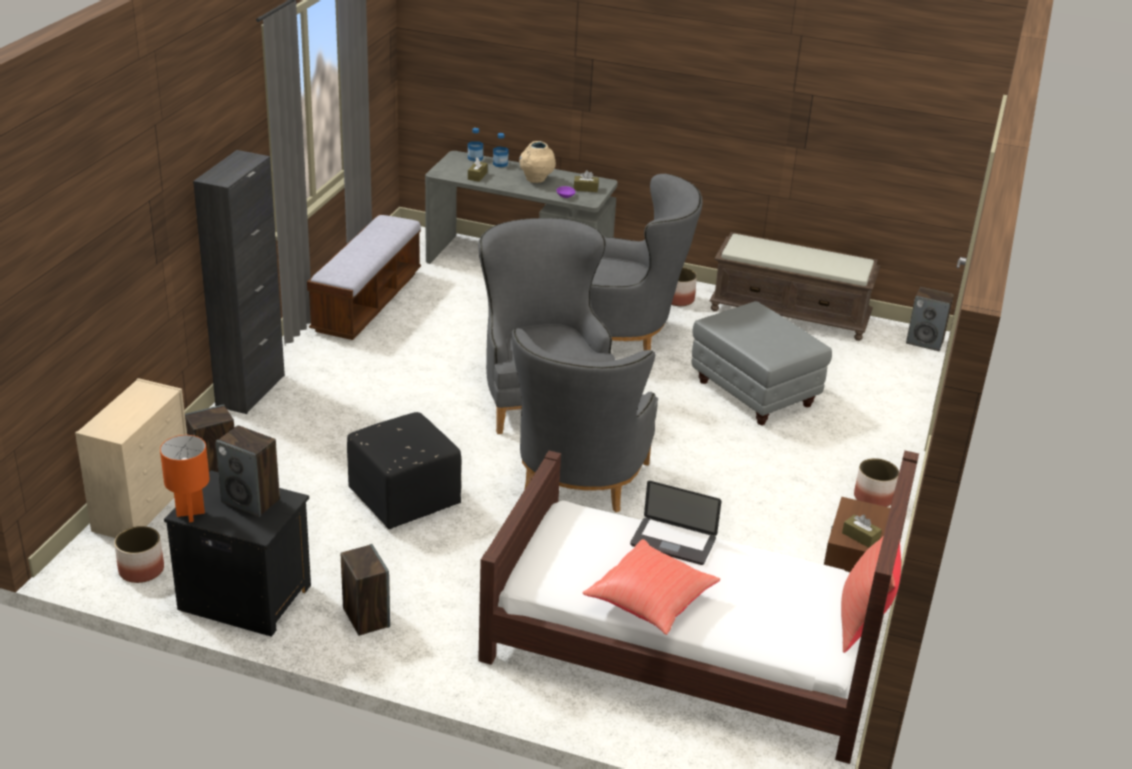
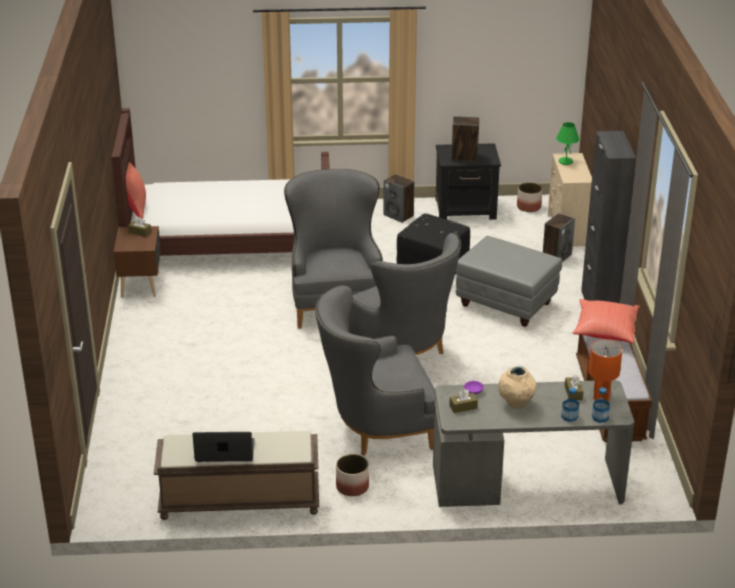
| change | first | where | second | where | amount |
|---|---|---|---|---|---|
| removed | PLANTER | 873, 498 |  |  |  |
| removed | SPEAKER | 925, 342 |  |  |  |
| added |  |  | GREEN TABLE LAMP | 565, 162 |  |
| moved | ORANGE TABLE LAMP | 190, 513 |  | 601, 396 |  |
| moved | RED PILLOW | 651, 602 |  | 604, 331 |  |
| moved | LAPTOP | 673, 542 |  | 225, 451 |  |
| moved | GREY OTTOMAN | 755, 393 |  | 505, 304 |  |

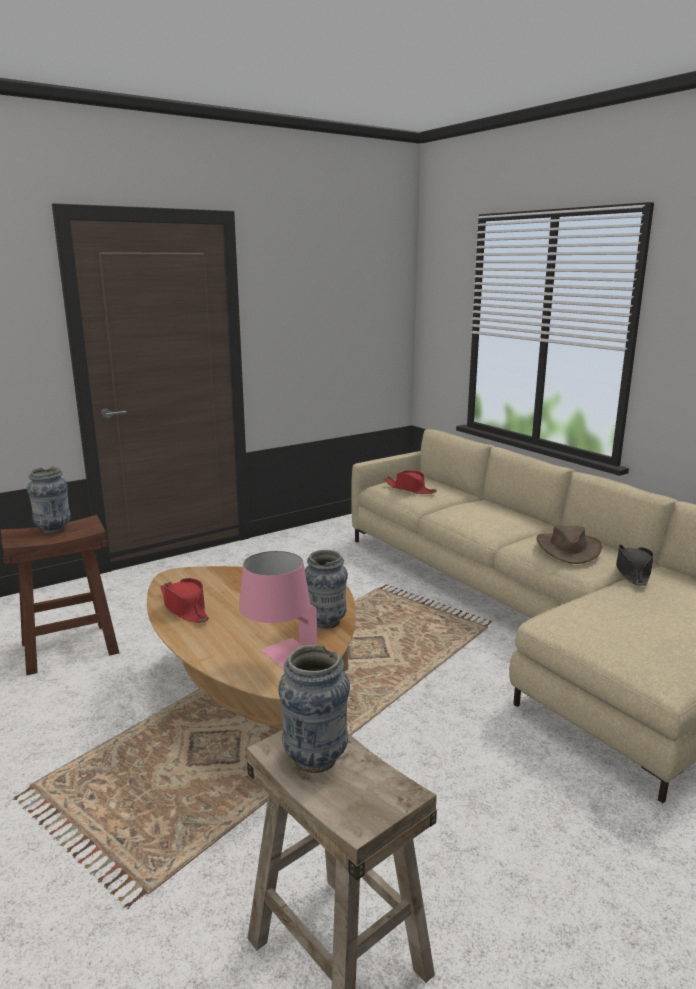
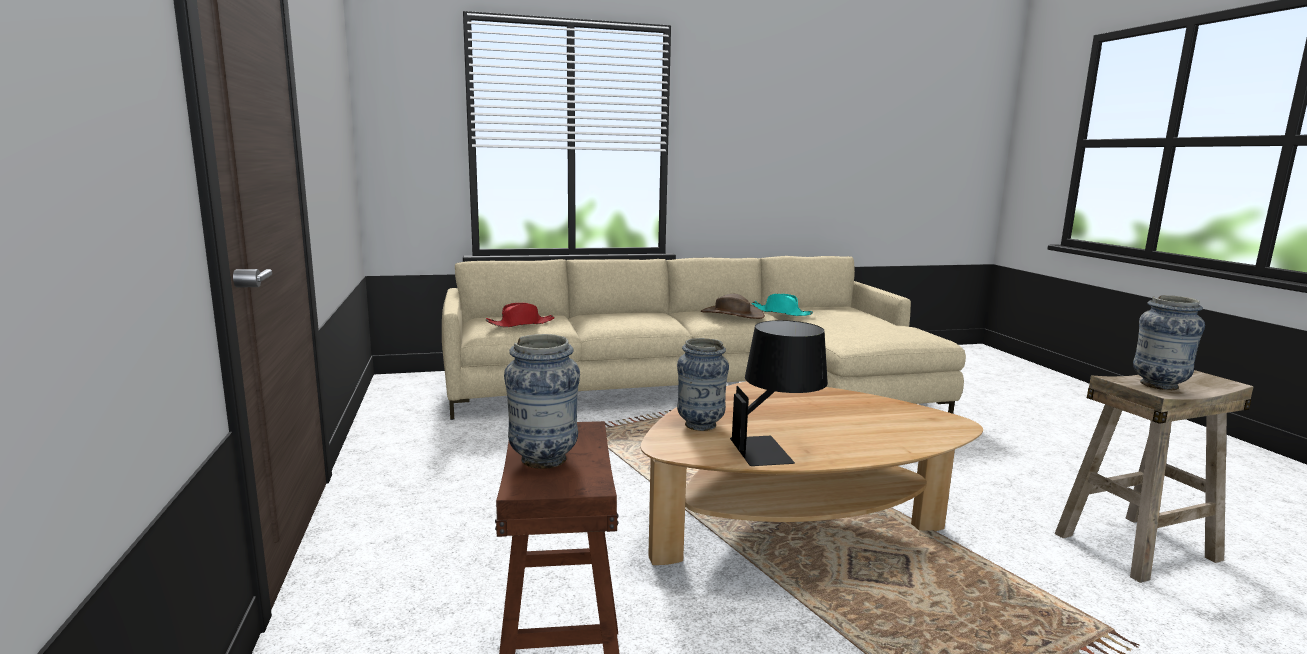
| change | first | where | second | where | amount |
|---|---|---|---|---|---|
| removed | PINK TABLE LAMP | 281, 660 |  |  |  |
| moved | VASE | 326, 623 |  | 700, 425 |  |
| replaced | RED HAT | 184, 608 | BLACK TABLE LAMP | 775, 449 |  |
| recoloured | BLACK HAT | 632, 571 | TURQUOISE HAT | 781, 312 |  |

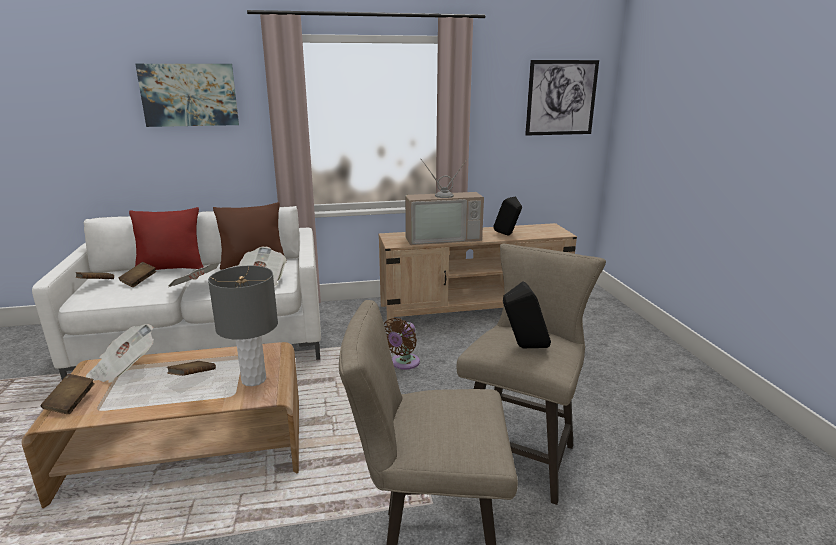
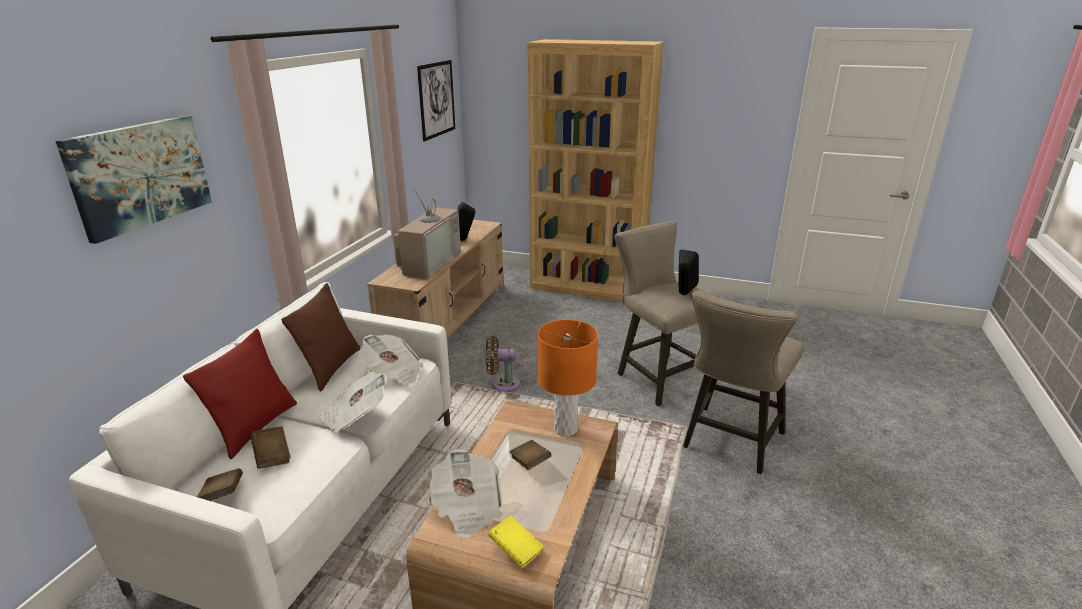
| change | first | where | second | where | amount |
|---|---|---|---|---|---|
| added |  |  | BROWN BOOKCASE | 587, 287 |  |
| recoloured | BROWN BOOK | 71, 403 | YELLOW BOOK | 516, 551 |  |
| recoloured | GREY TABLE LAMP | 253, 380 | ORANGE TABLE LAMP | 565, 429 |  |
| turned | BROWN FAN | 403, 363 |  | 502, 384 | 120 degrees clockwise |

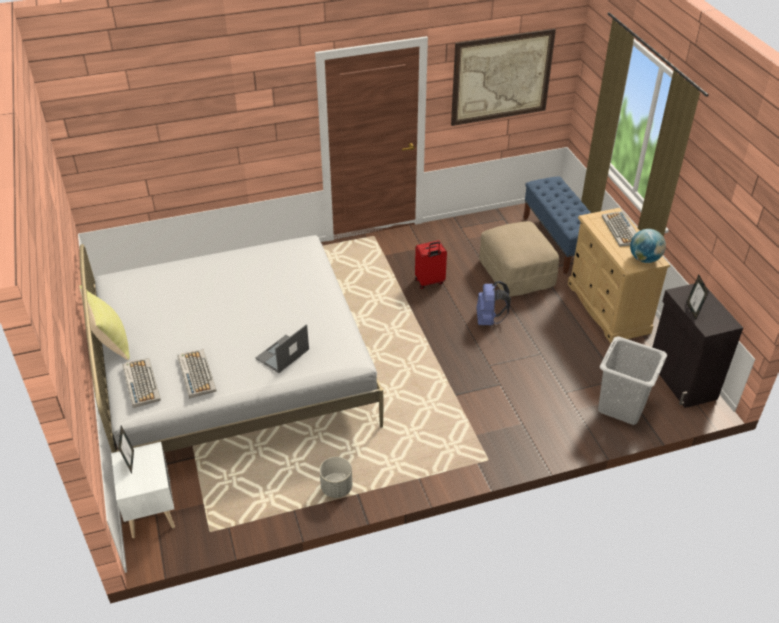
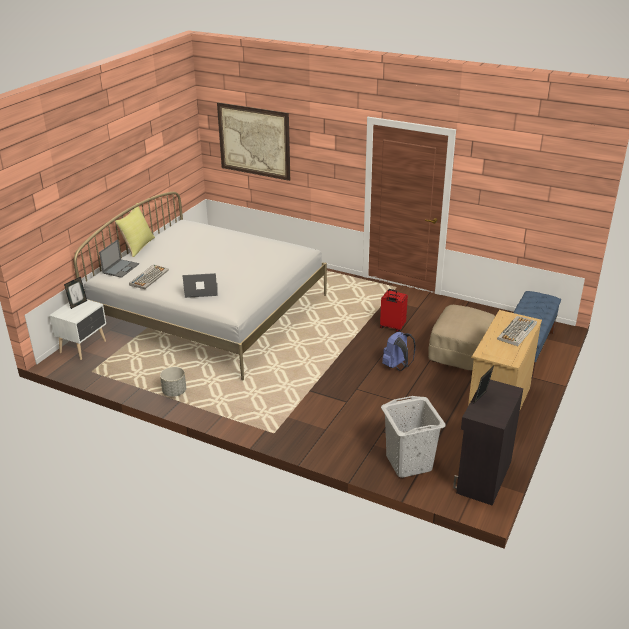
| change | first | where | second | where | amount |
|---|---|---|---|---|---|
| removed | GLOBE | 644, 259 |  |  |  |
| moved | PICTURE | 501, 77 |  | 254, 141 |  |
| replaced | KEYBOARD | 140, 383 | LAPTOP | 121, 268 |  |

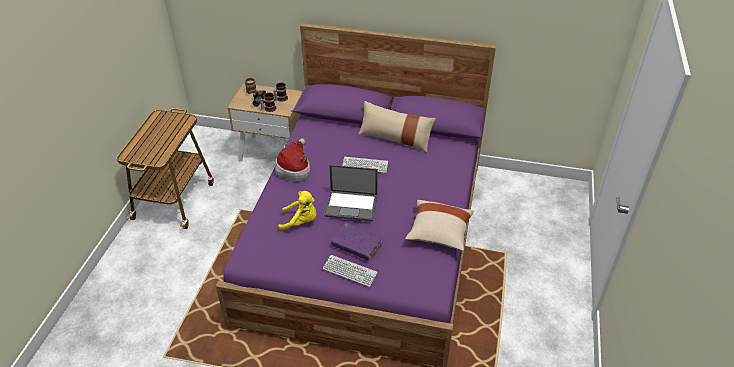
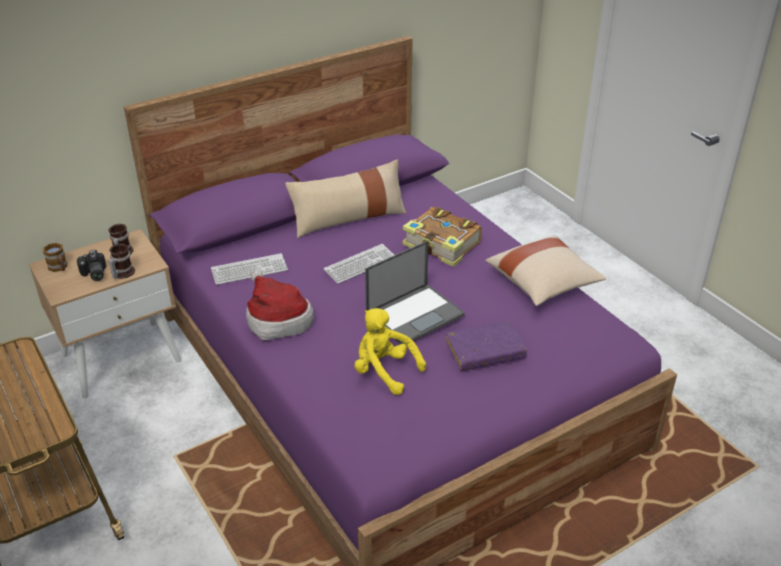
| change | first | where | second | where | amount |
|---|---|---|---|---|---|
| added |  |  | BOOK | 442, 245 |  |
| moved | KEYBOARD | 350, 271 |  | 249, 270 |  |
| turned | YELLOW PLUSH TOY | 301, 222 |  | 384, 371 | 105 degrees counterclockwise |

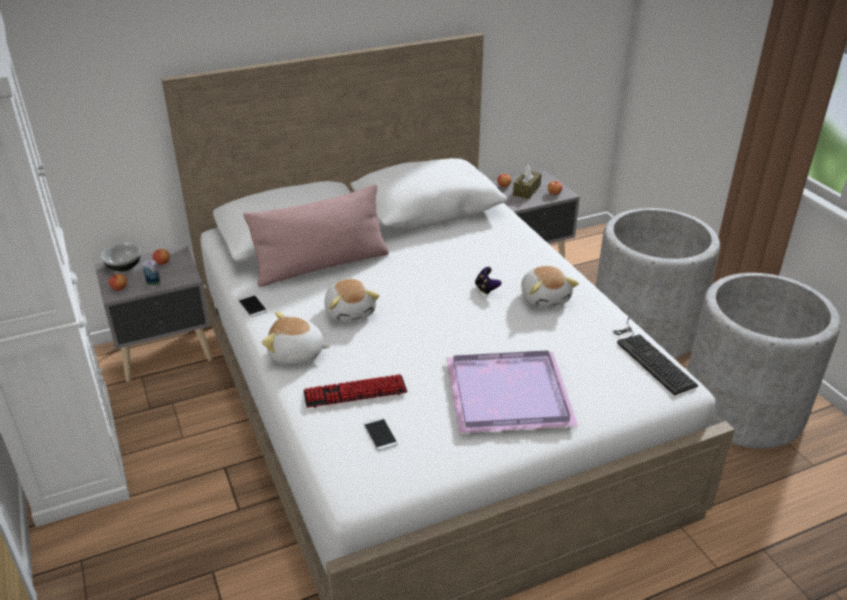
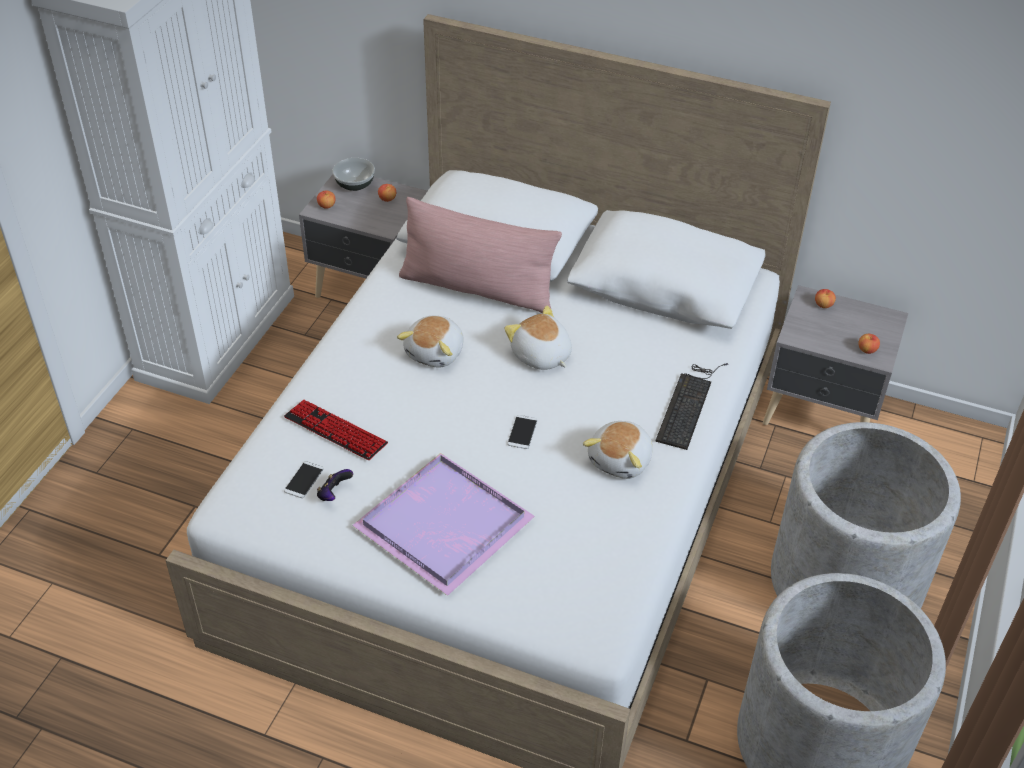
| change | first | where | second | where | amount |
|---|---|---|---|---|---|
| removed | CAN | 154, 284 |  |  |  |
| removed | BROWN TISSUE BOX | 526, 190 |  |  |  |
| moved | PHONE | 252, 306 |  | 522, 432 |  |
| moved | PLUSH TOY | 296, 354 |  | 541, 356 |  |
| moved | GAME CONTROLLER | 486, 289 |  | 334, 494 |  |
| moved | KEYBOARD | 649, 357 |  | 689, 403 |  |

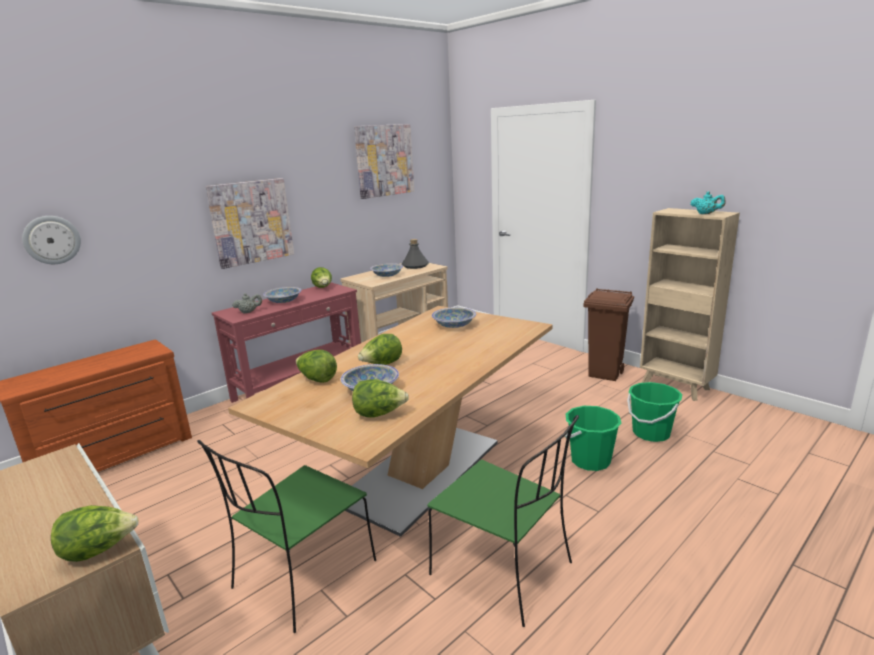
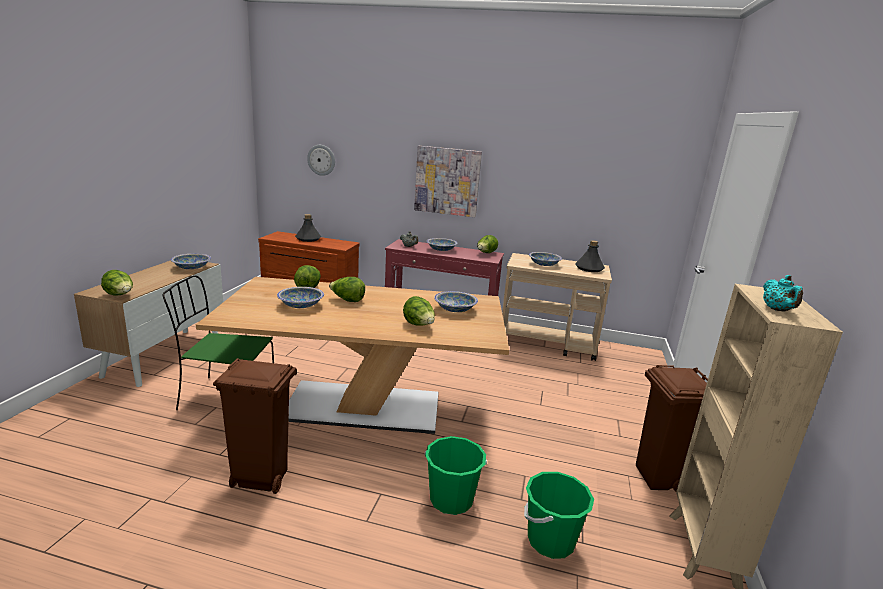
| change | first | where | second | where | amount |
|---|---|---|---|---|---|
| removed | PICTURE | 384, 160 |  |  |  |
| added |  |  | BOWL | 191, 267 |  |
| added |  |  | GREY BOTTLE | 308, 239 |  |
| moved | LETTUCE | 379, 414 |  | 419, 325 |  |
| replaced | GREEN CHAIR | 504, 570 | BROWN TRASH CAN | 260, 480 |  |

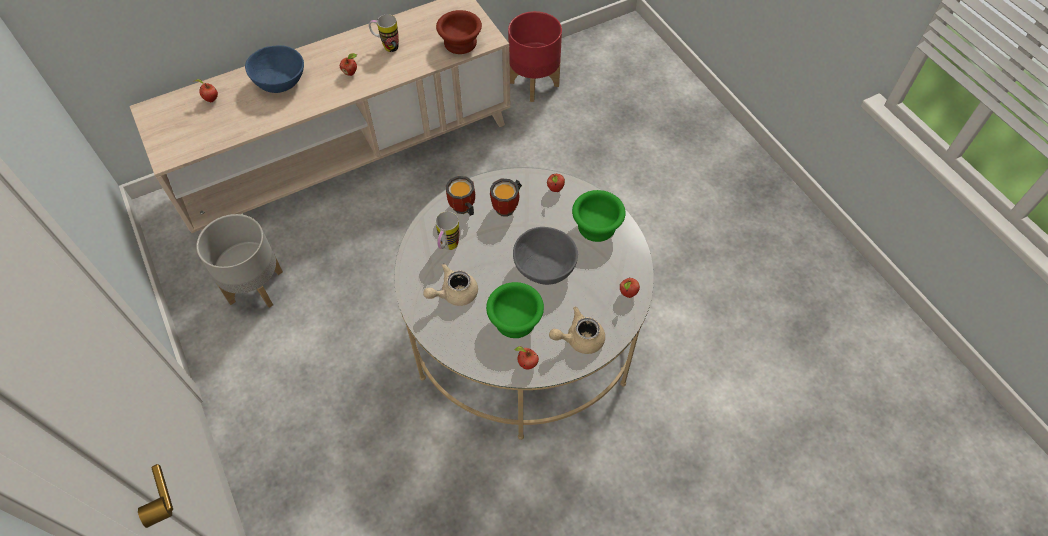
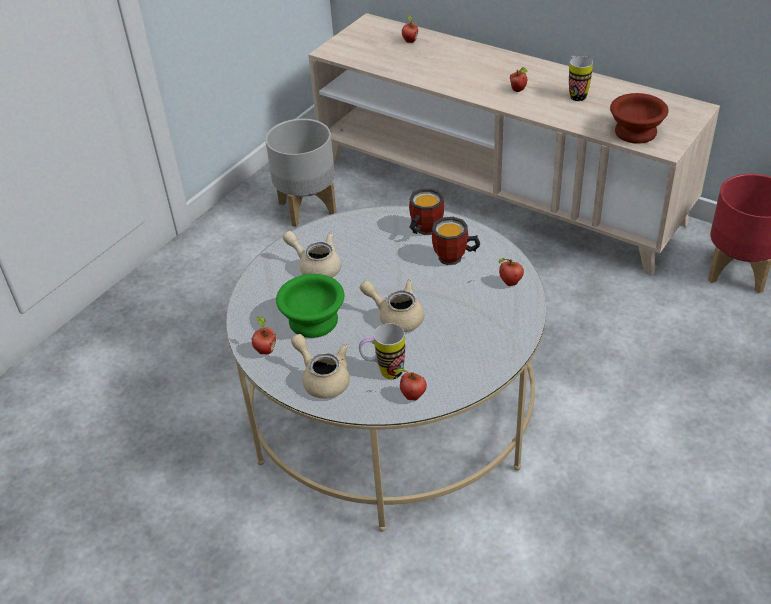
| change | first | where | second | where | amount |
|---|---|---|---|---|---|
| removed | BLUE BOWL | 279, 82 |  |  |  |
| removed | GREEN BOWL | 596, 225 |  |  |  |
| moved | MUG | 448, 248 |  | 384, 372 |  |
| replaced | GREY BOWL | 544, 268 | BEIGE TEAPOT | 396, 316 |  |

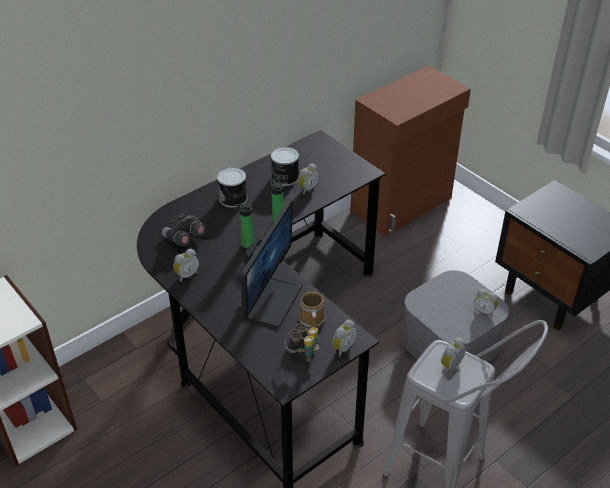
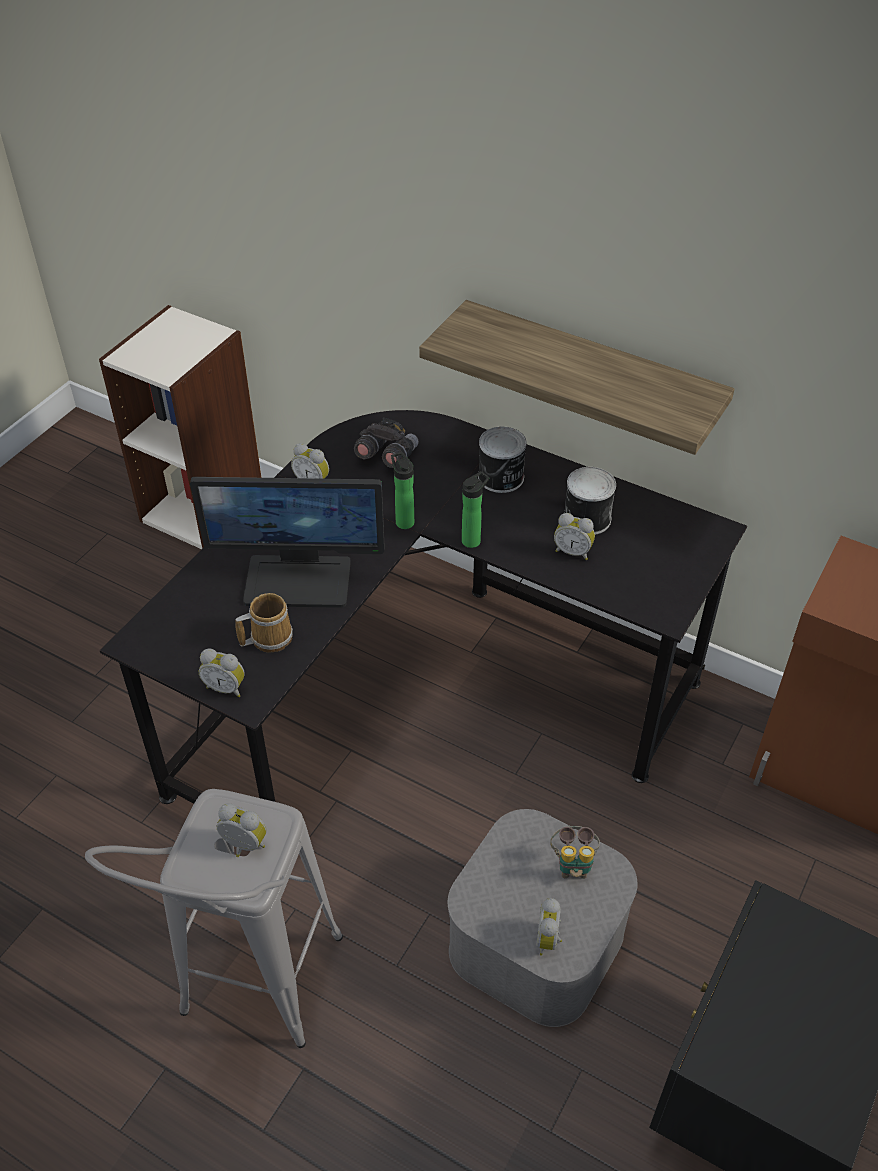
| change | first | where | second | where | amount |
|---|---|---|---|---|---|
| added |  |  | SHELF | 591, 374 |  |
| moved | BINOCULARS | 302, 353 |  | 573, 864 |  |

